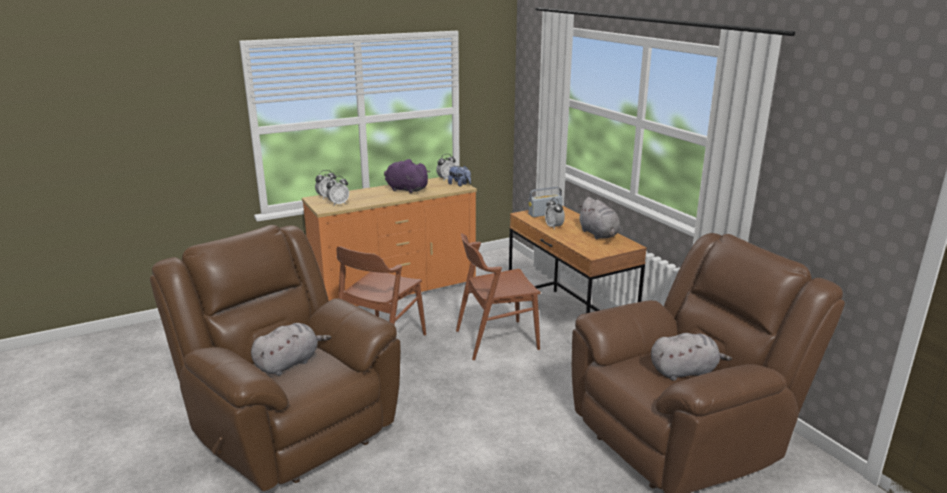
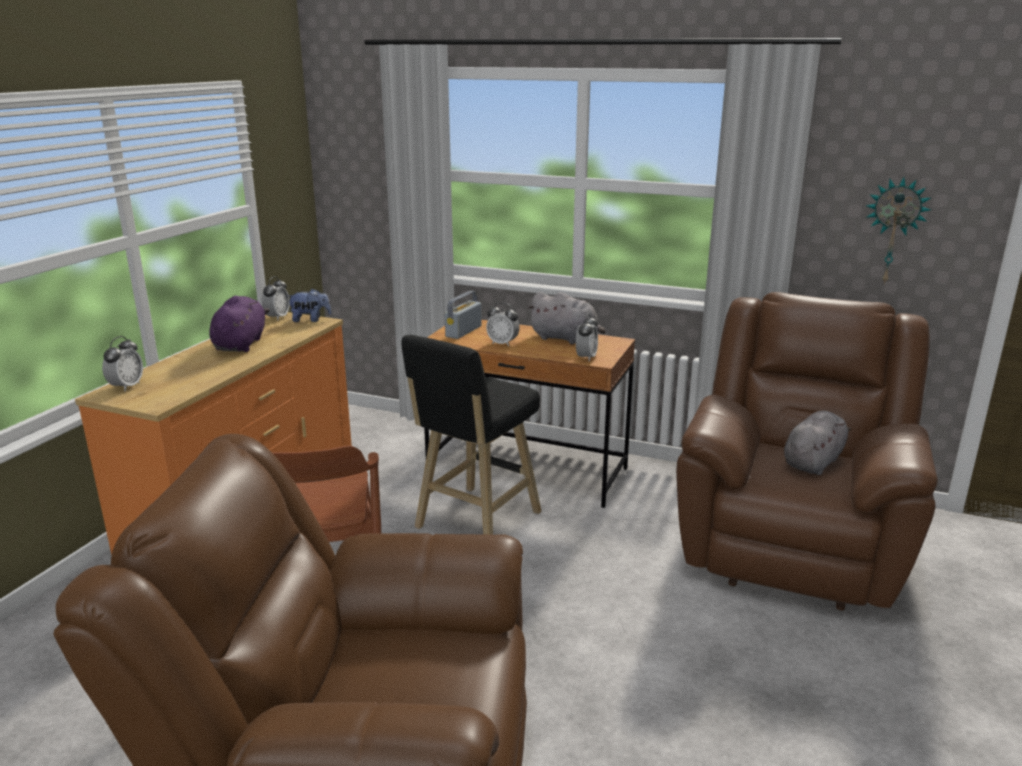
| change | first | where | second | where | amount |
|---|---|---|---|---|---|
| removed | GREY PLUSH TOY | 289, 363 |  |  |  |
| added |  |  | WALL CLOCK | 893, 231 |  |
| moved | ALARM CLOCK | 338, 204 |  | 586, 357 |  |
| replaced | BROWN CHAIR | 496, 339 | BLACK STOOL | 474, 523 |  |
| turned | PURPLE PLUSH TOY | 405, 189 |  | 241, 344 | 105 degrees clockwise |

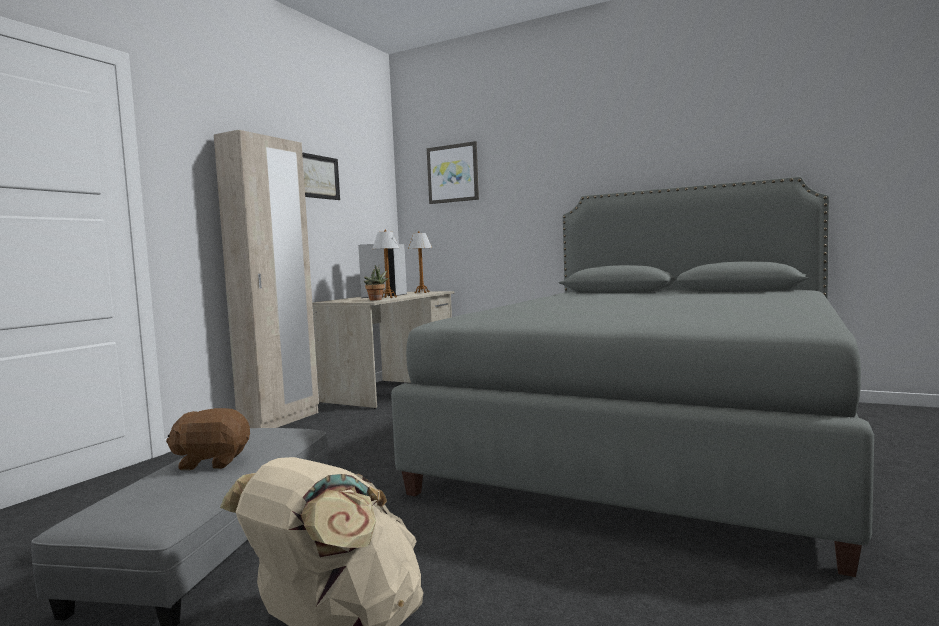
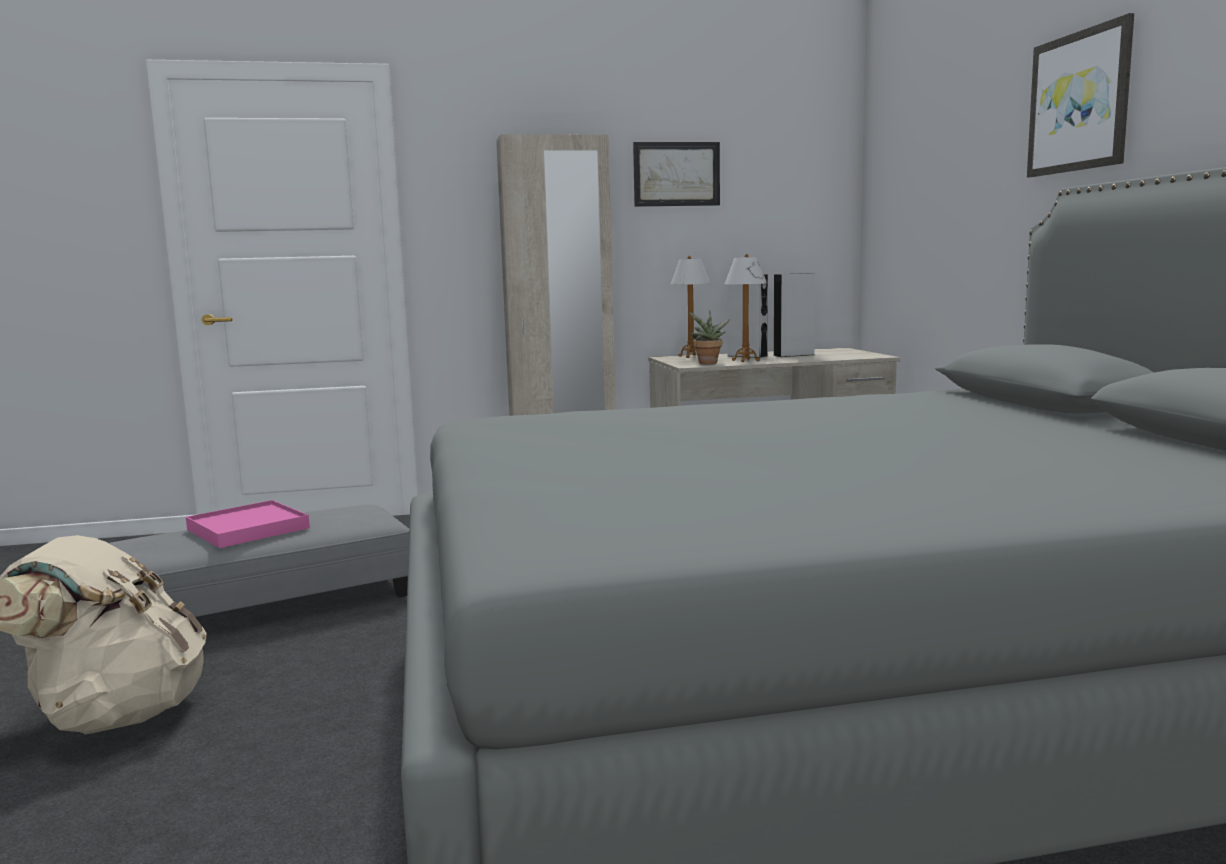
| change | first | where | second | where | amount |
|---|---|---|---|---|---|
| moved | TABLE LAMP | 422, 292 |  | 691, 356 |  |
| moved | PICTURE | 453, 173 |  | 1080, 102 |  |
| replaced | BROWN PLUSH TOY | 212, 462 | PINK TRAY | 248, 529 |  |

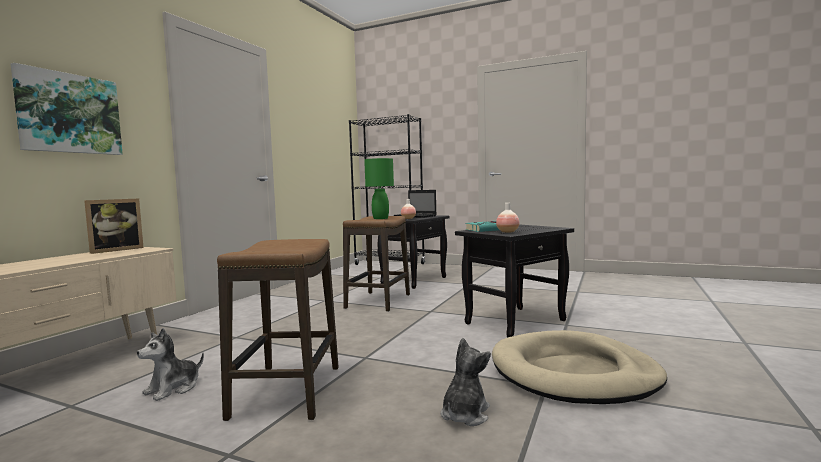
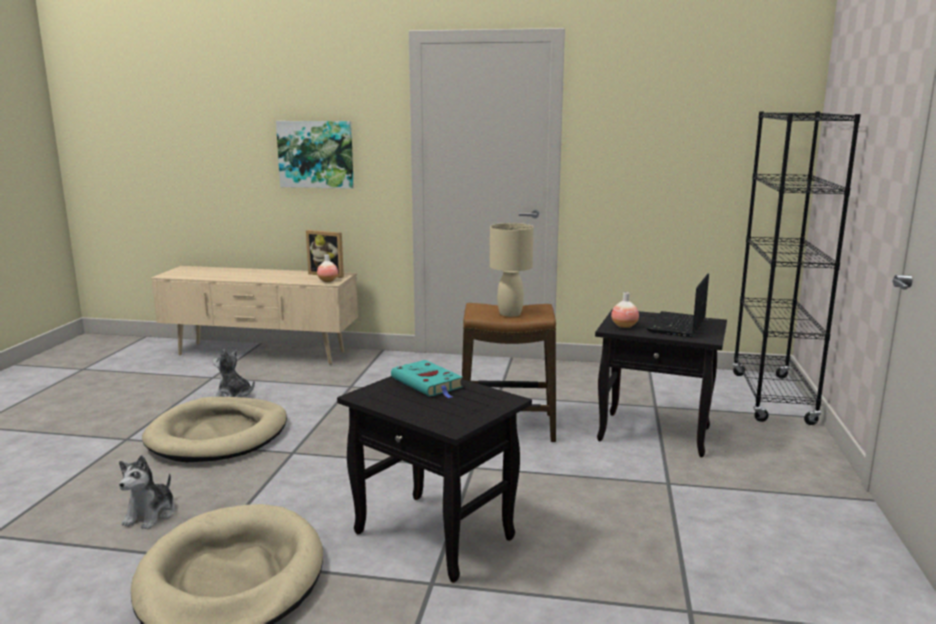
| change | first | where | second | where | amount |
|---|---|---|---|---|---|
| moved | VASE | 507, 232 |  | 328, 281 |  |
| replaced | STOOL | 287, 391 | BEIGE DOG BED | 218, 435 |  |
| recoloured | GREEN TABLE LAMP | 380, 218 | BEIGE TABLE LAMP | 510, 314 |  |
| turned | PLUSH TOY | 464, 414 |  | 151, 515 | 90 degrees clockwise |

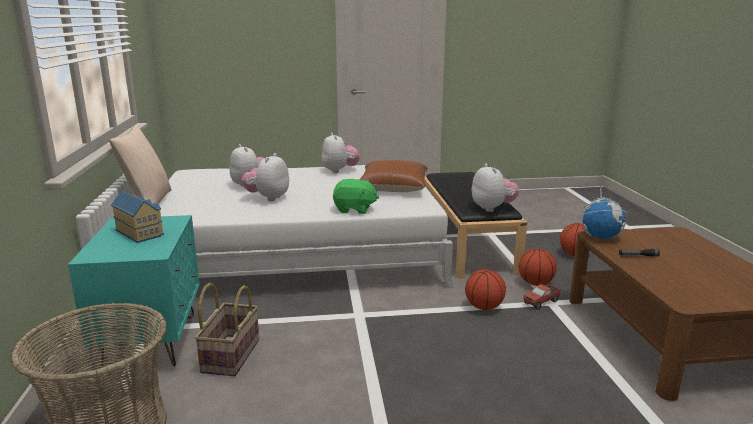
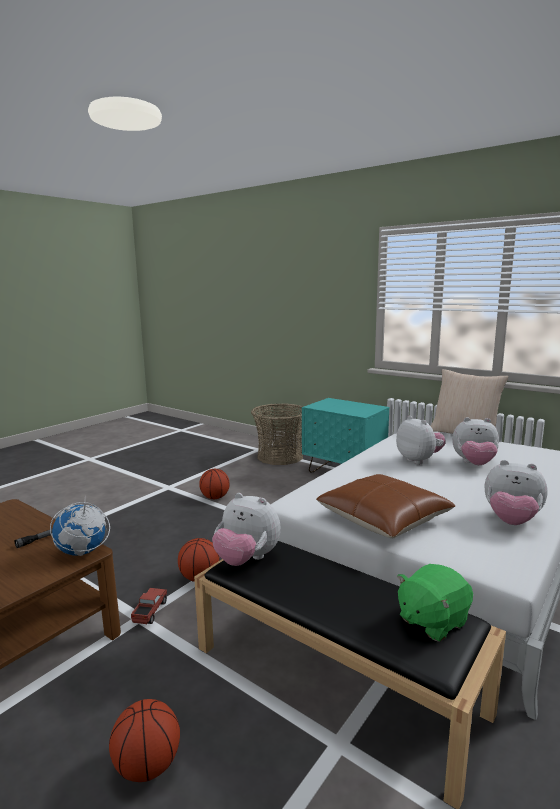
| change | first | where | second | where | amount |
|---|---|---|---|---|---|
| removed | TOY HOUSE | 140, 232 |  |  |  |
| removed | BASKET | 230, 355 |  |  |  |
| moved | GREEN PLUSH TOY | 354, 209 |  | 432, 620 |  |
| moved | BASKETBALL | 536, 283 |  | 215, 498 |  |

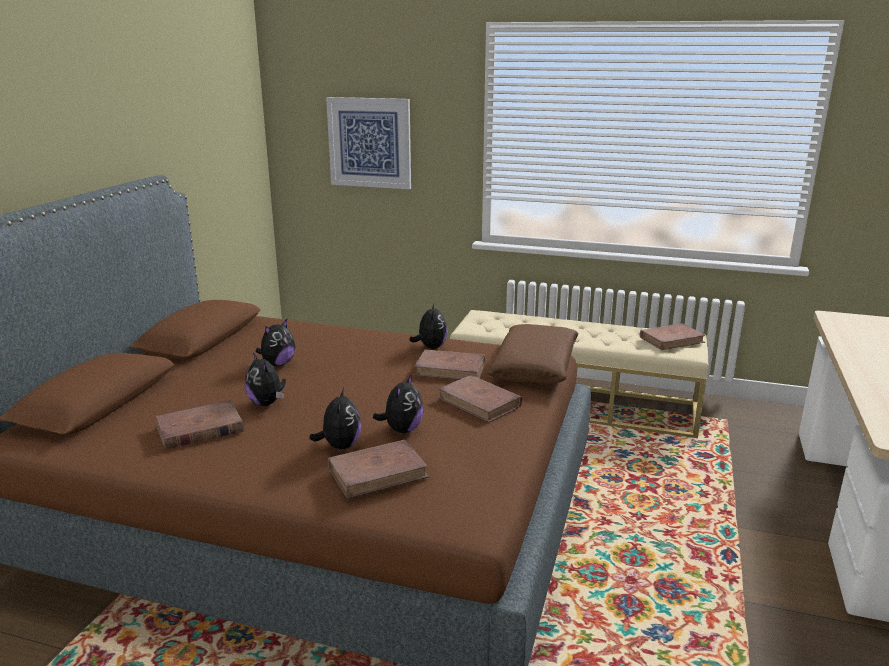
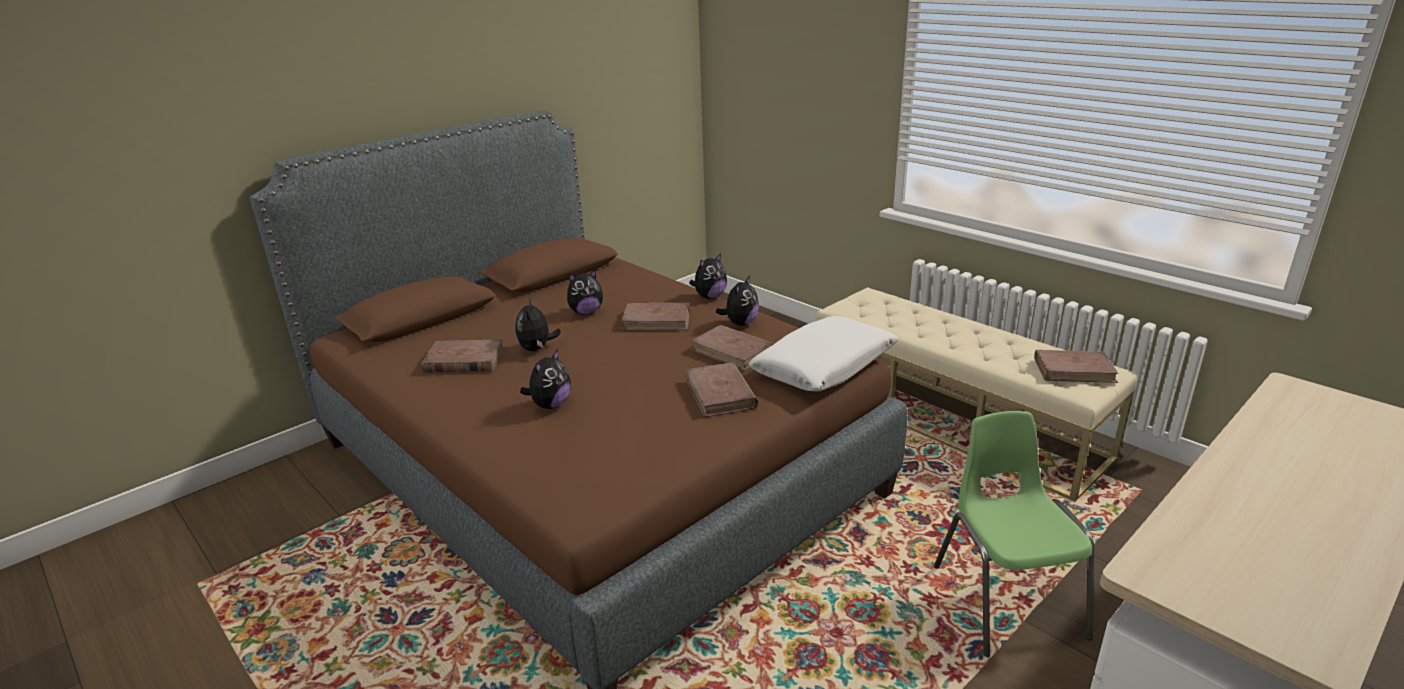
| change | first | where | second | where | amount |
|---|---|---|---|---|---|
| removed | PICTURE | 369, 143 |  |  |  |
| added |  |  | GREEN CHAIR | 1006, 600 |  |
| moved | BROWN BOOK | 378, 473 |  | 657, 320 |  |
| moved | PLUSH TOY | 402, 429 |  | 709, 296 |  |
| recoloured | BROWN PILLOW | 535, 366 | WHITE PILLOW | 824, 367 |  |

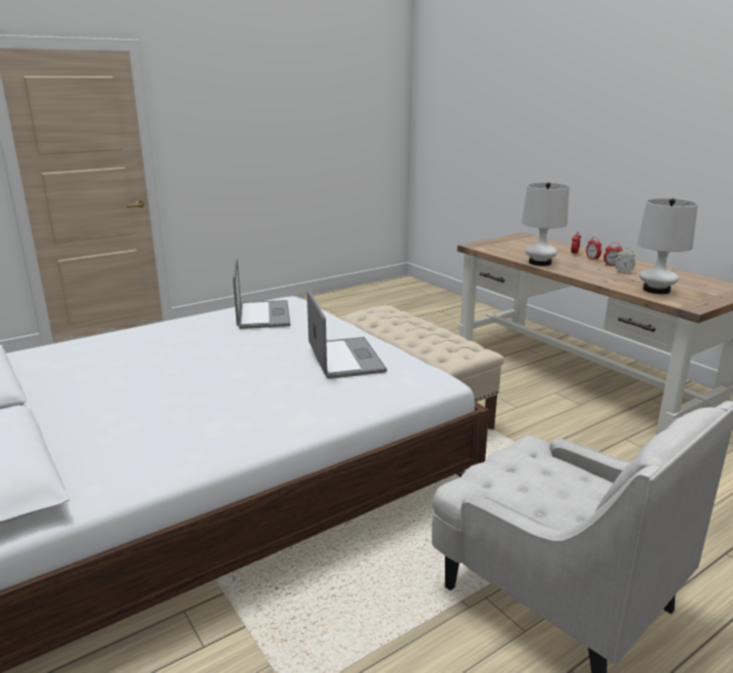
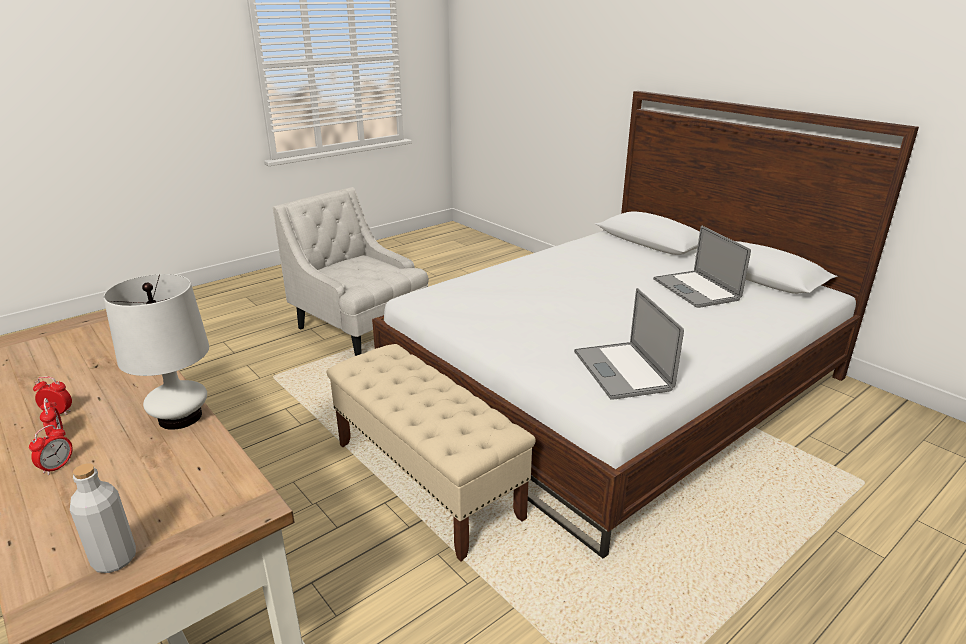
| change | first | where | second | where | amount |
|---|---|---|---|---|---|
| removed | ALARM CLOCK | 623, 272 |  |  |  |
| removed | WHITE TABLE LAMP | 656, 290 |  |  |  |
| added |  |  | GREY BOTTLE | 115, 559 |  |
| moved | LAPTOP | 345, 358 |  | 695, 289 |  |

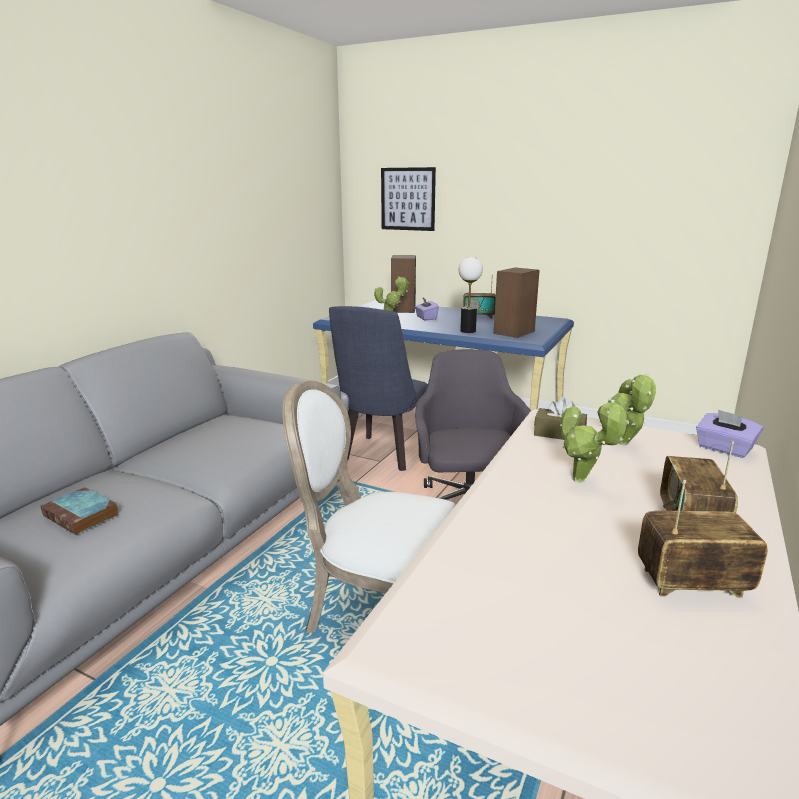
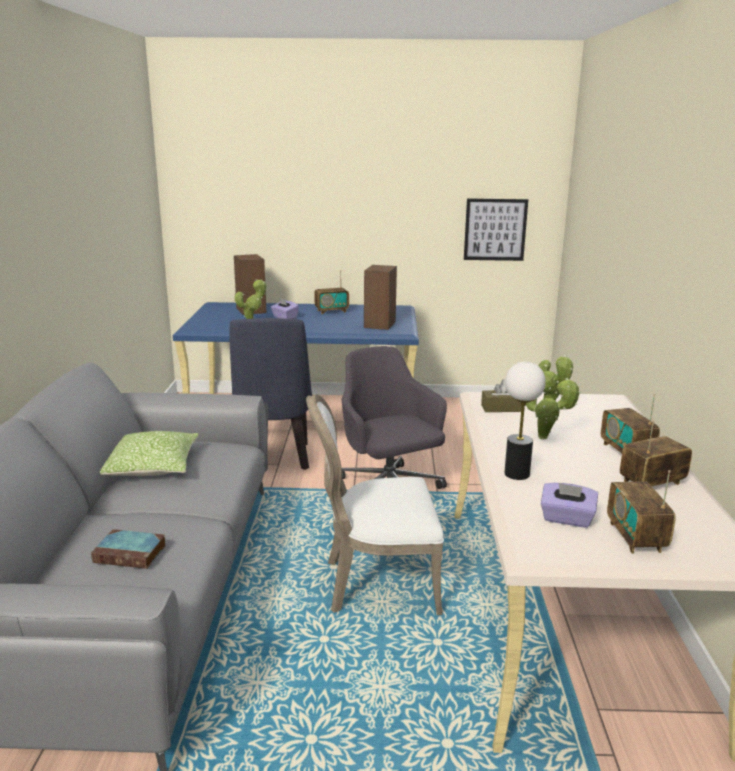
| change | first | where | second | where | amount |
|---|---|---|---|---|---|
| added |  |  | PILLOW | 151, 467 |  |
| added |  |  | RADIO | 636, 537 |  |
| moved | PICTURE | 408, 199 |  | 495, 229 |  |
| moved | TABLE LAMP | 468, 331 |  | 517, 474 |  |
| moved | PURPLE TISSUE BOX | 724, 449 |  | 566, 519 |  |

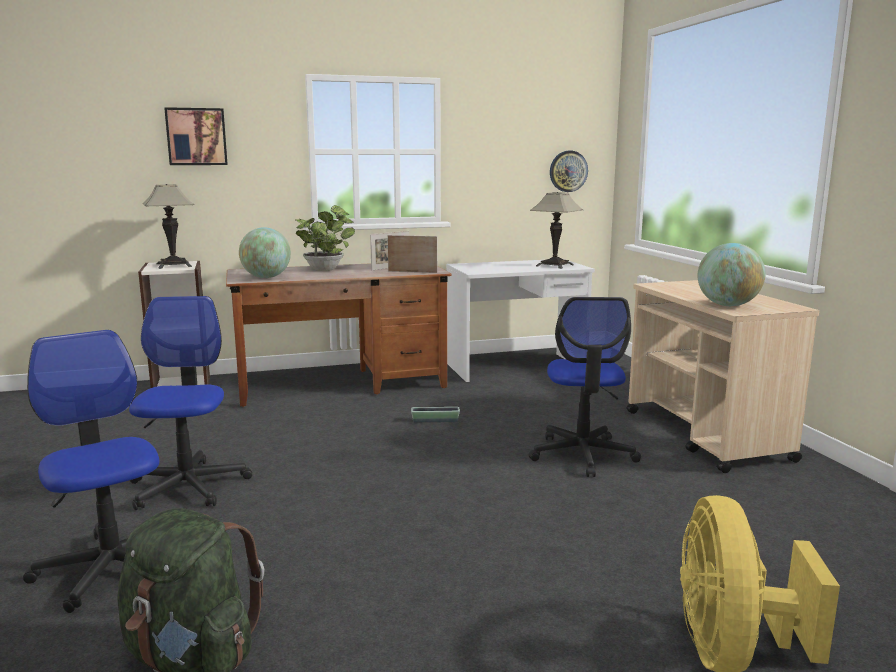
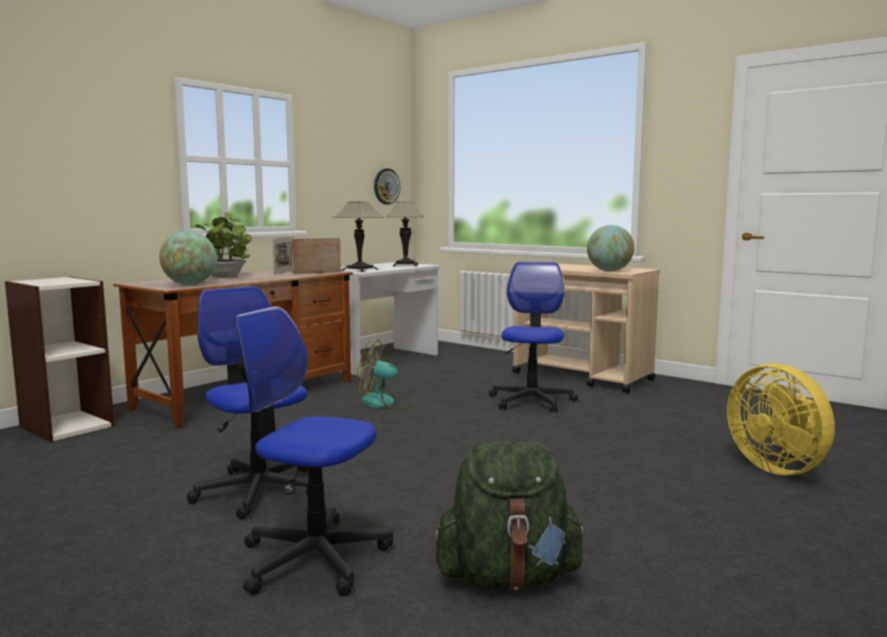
| change | first | where | second | where | amount |
|---|---|---|---|---|---|
| removed | PICTURE | 196, 136 |  |  |  |
| moved | TABLE LAMP | 173, 265 |  | 359, 270 |  |
| replaced | PLANTER | 435, 420 | FAN | 386, 403 |  |
| turned | OFFICE CHAIR | 582, 455 |  | 531, 401 | 135 degrees counterclockwise |

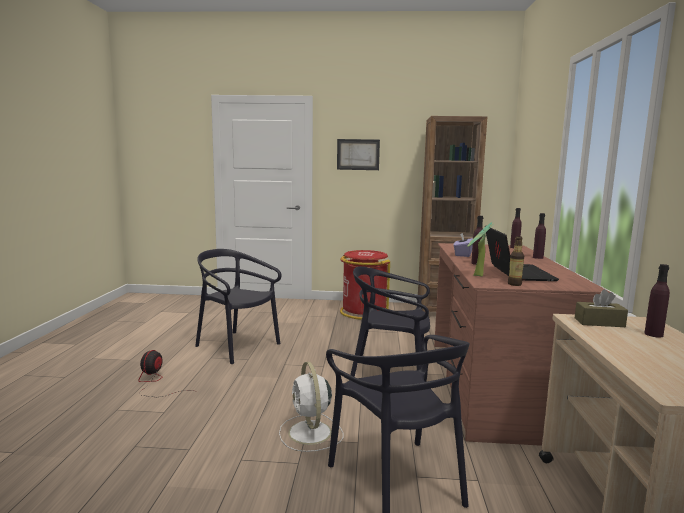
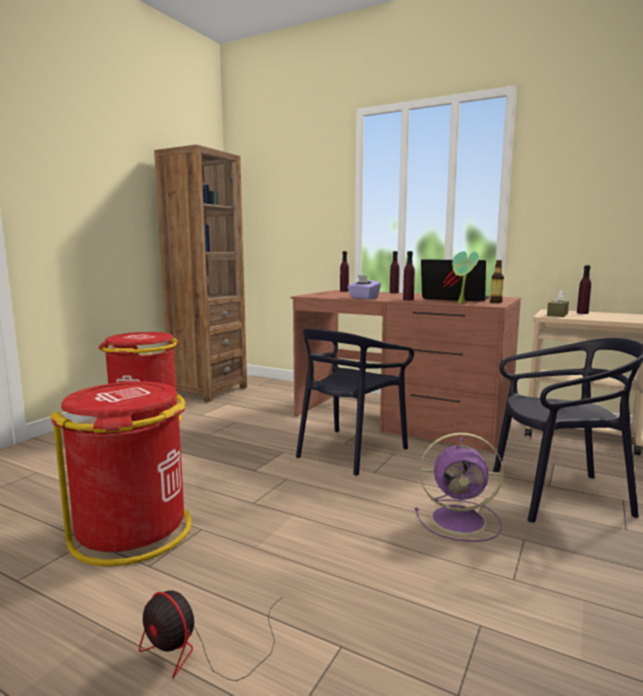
| change | first | where | second | where | amount |
|---|---|---|---|---|---|
| removed | PICTURE | 358, 154 |  |  |  |
| replaced | BLACK CHAIR | 237, 346 | RED TRASH CAN | 133, 531 |  |
| recoloured | WHITE FAN | 310, 433 | PURPLE FAN | 460, 520 |  |

